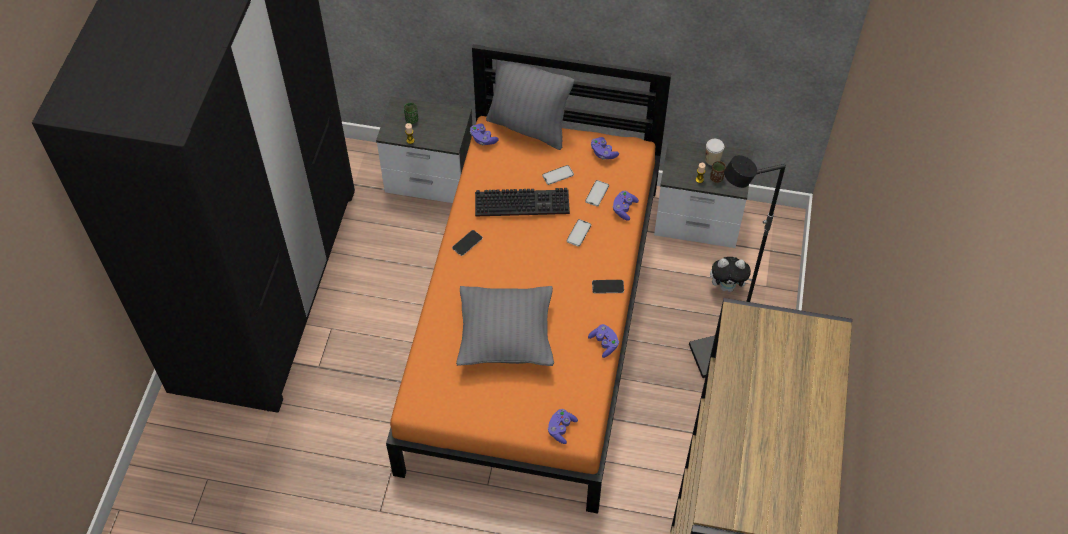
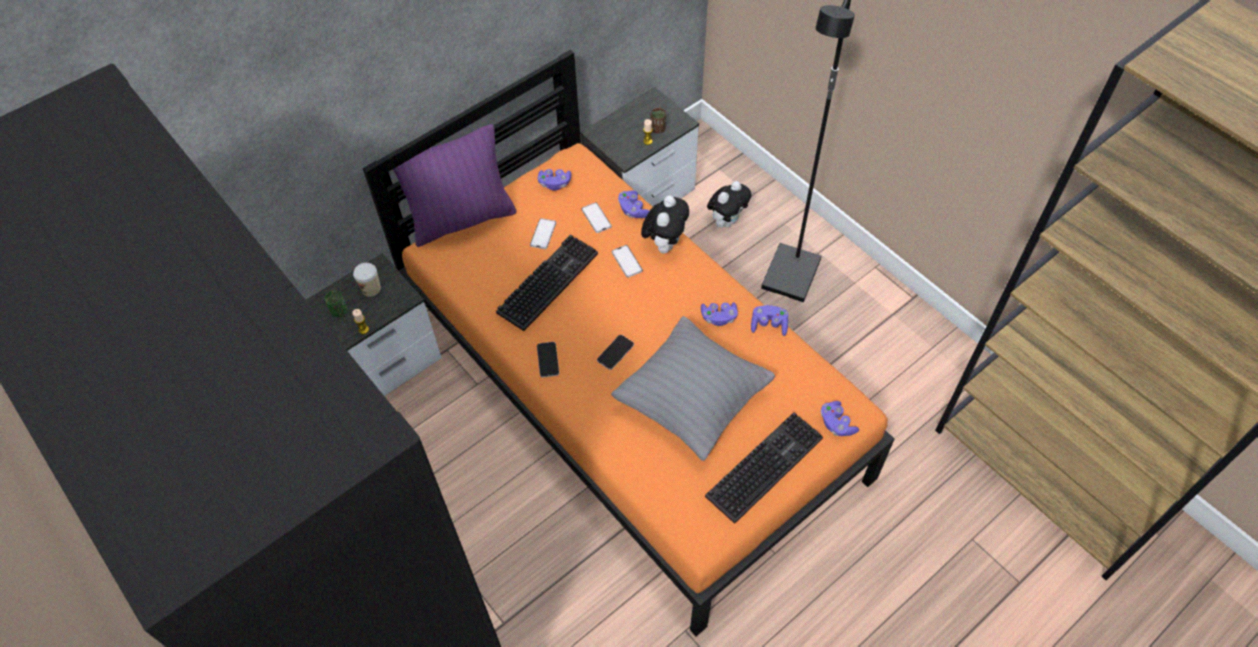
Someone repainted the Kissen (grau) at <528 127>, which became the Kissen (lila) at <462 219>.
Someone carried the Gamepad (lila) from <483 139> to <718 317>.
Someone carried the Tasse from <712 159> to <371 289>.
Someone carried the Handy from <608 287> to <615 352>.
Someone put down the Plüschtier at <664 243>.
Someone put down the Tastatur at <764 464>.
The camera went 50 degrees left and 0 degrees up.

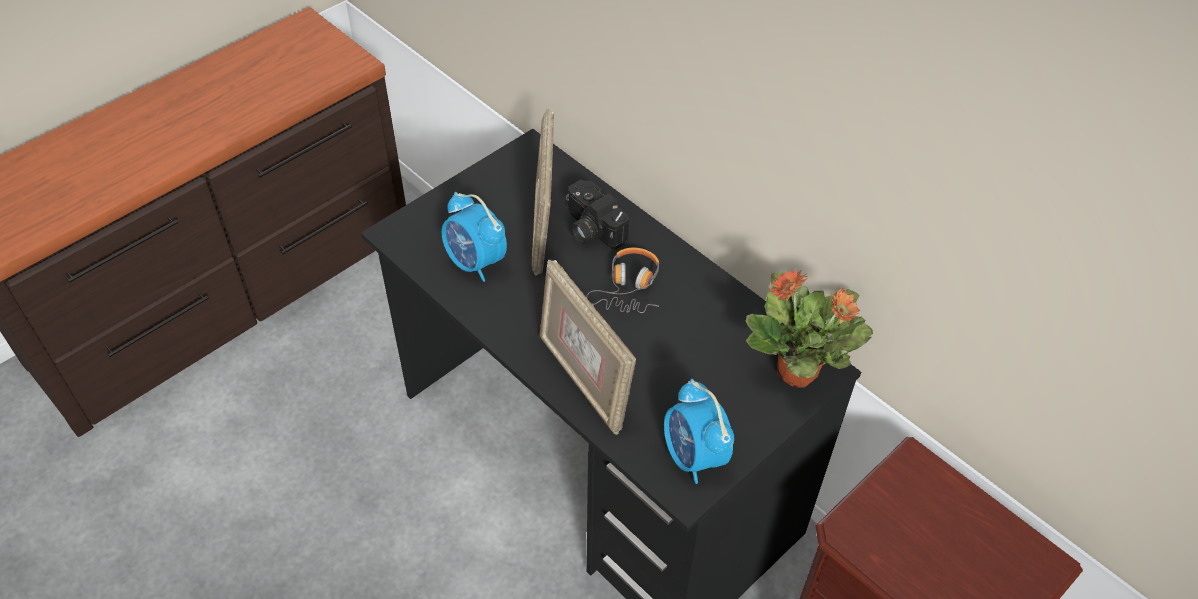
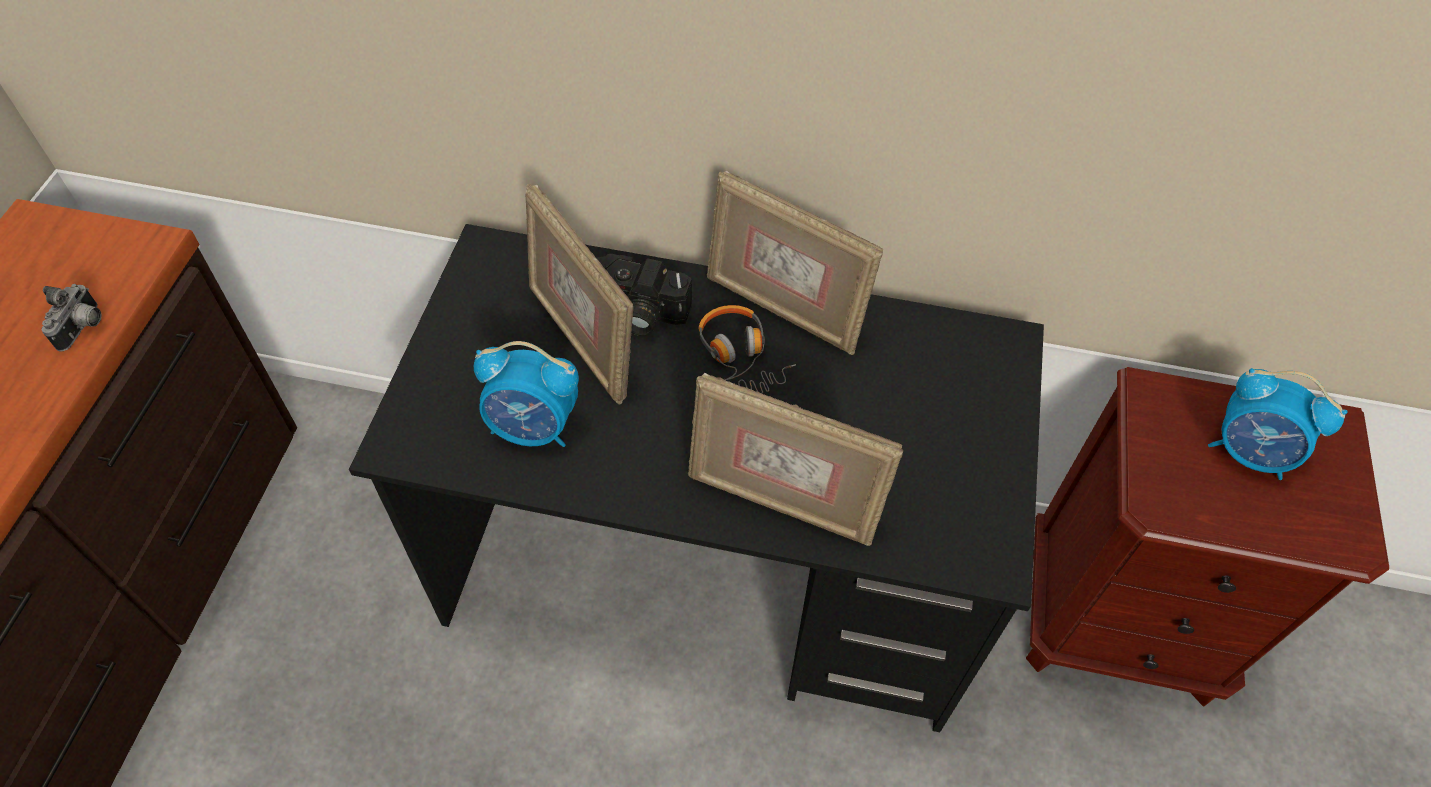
Someone took away the Topfpflanze at <798 372>.
Someone carried the Wecker from <694 456> to <1249 453>.
Someone put down the Bilderrahmen at <783 310>.
Someone put down the Kamera at <84 328>.
The camera went 35 degrees left and 5 degrees up.

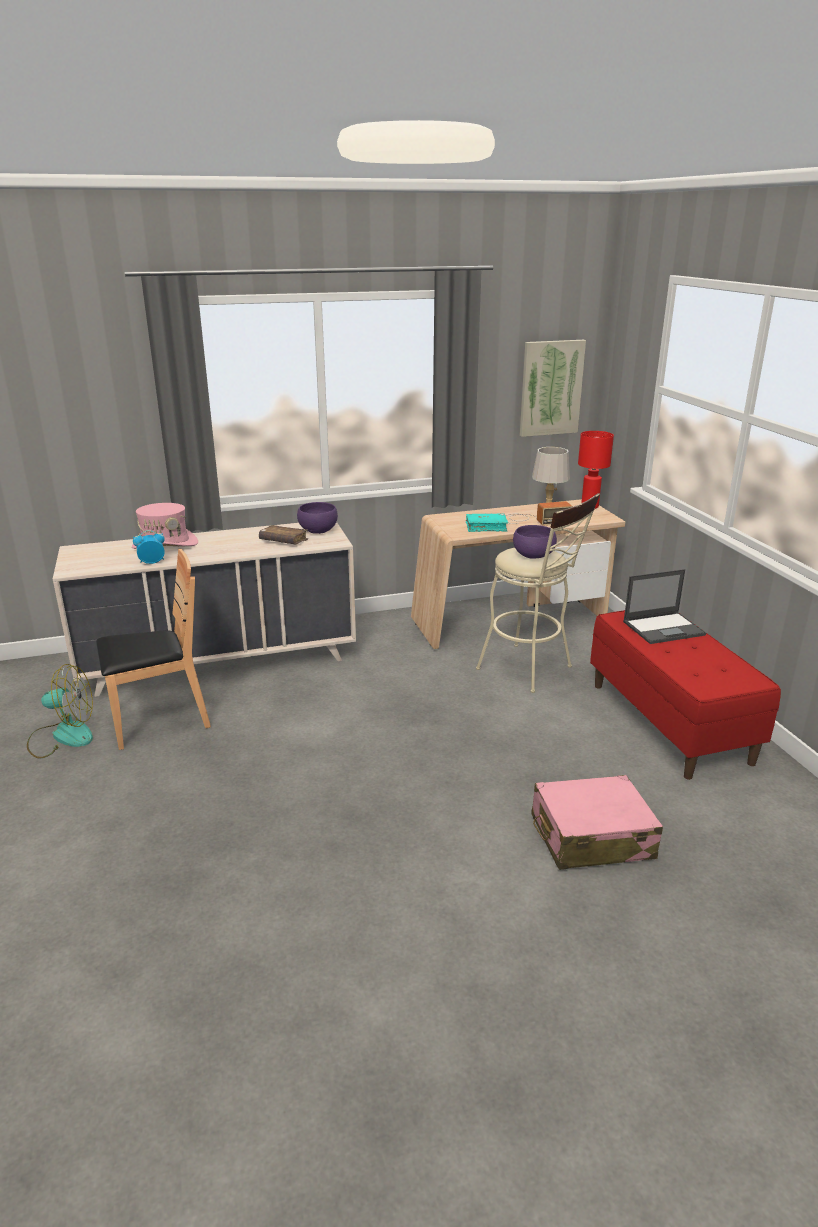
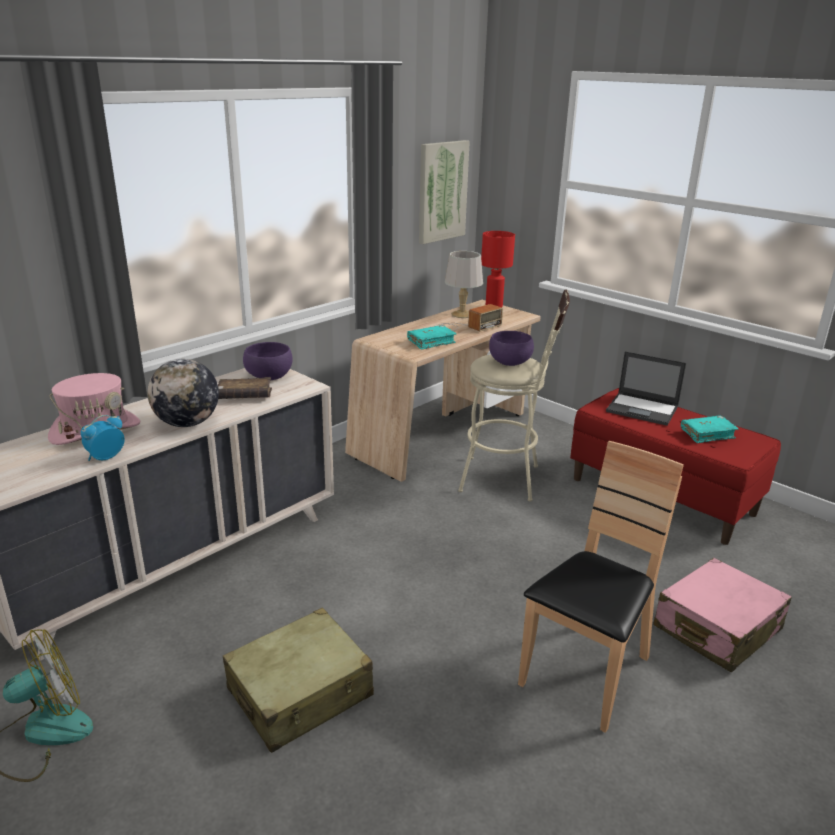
Someone carried the Stuhl (braun) from <159 722> to <586 673>.
Someone rotated the Laptop at <664 628> by 75 degrees clockwise.
Someone put down the Globus at <187 423>.
Someone put down the Buch (türkis) at <707 434>.
Someone put down the Koffer (beige) at <300 693>.
The camera went 30 degrees left and 0 degrees up.

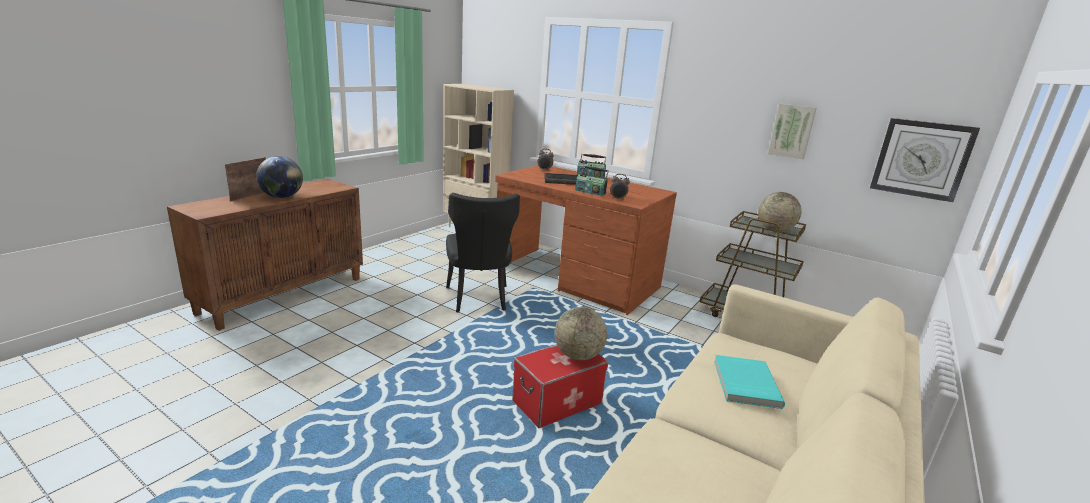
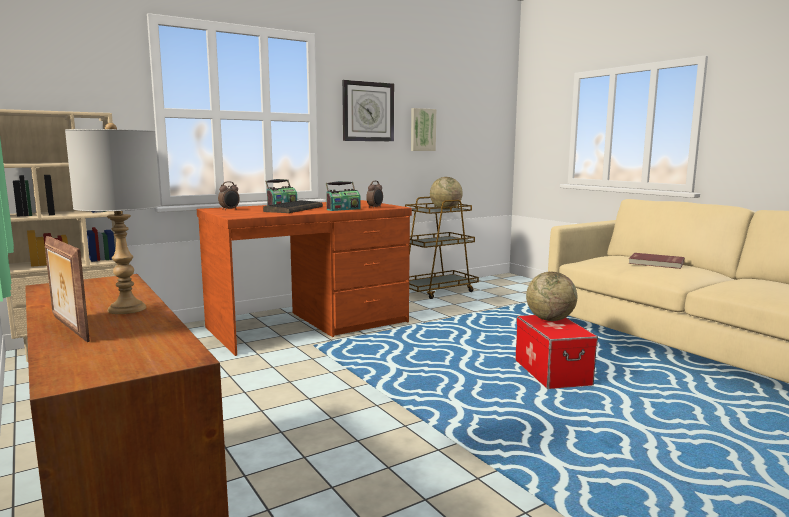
Someone carried the Wanduhr from <921 159> to <368 111>.
Someone swapped the Globus at <282 197> for the Tischlampe (grau) at <126 309>.
Someone took away the Stuhl (schwarz) at <478 299>.
Someone repainted the Buch (türkis) at <744 383>, which became the Buch (rot) at <656 263>.
The camera went 65 degrees left and 10 degrees down.

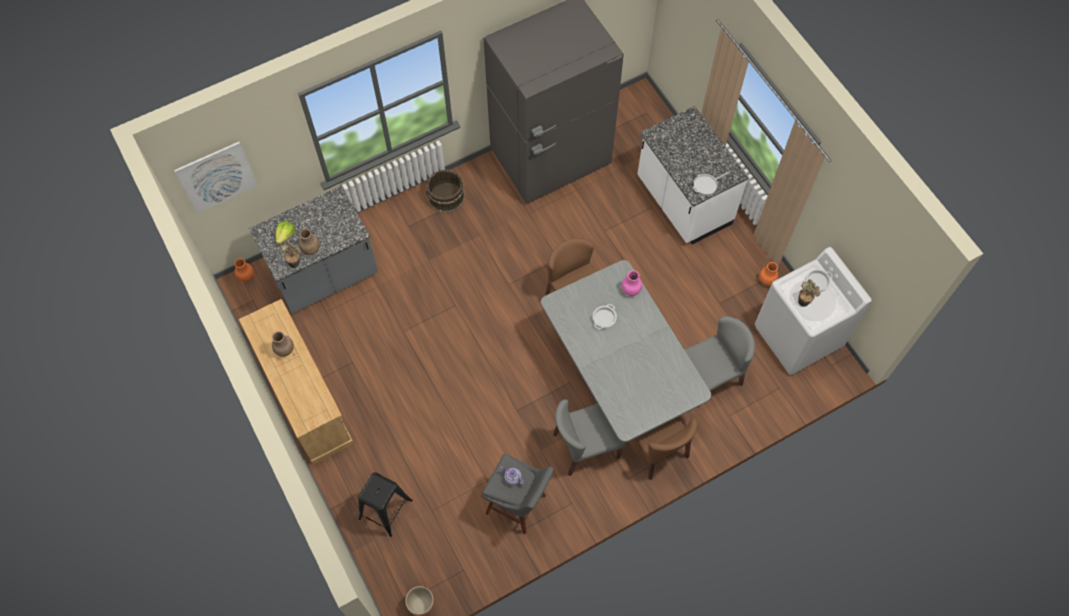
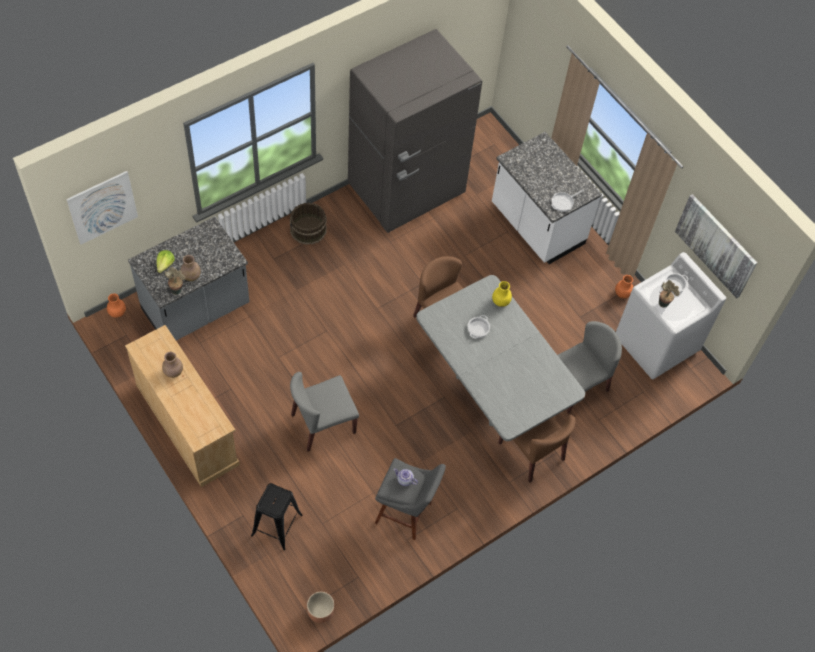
Someone repainted the Vase (rosa) at <630 290>, which became the Vase (gelb) at <500 302>.
Someone carried the Stuhl (grau) from <585 446> to <323 424>.
Someone put up the Bild at <716 245>.
The camera went 10 degrees left and 5 degrees down.

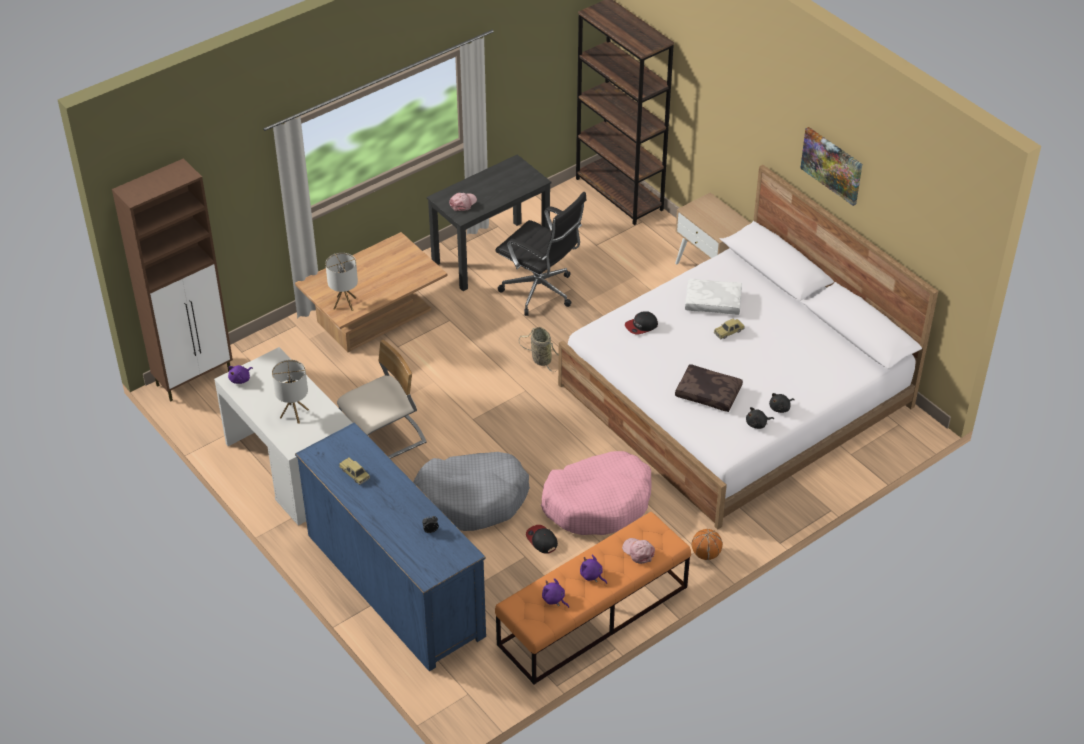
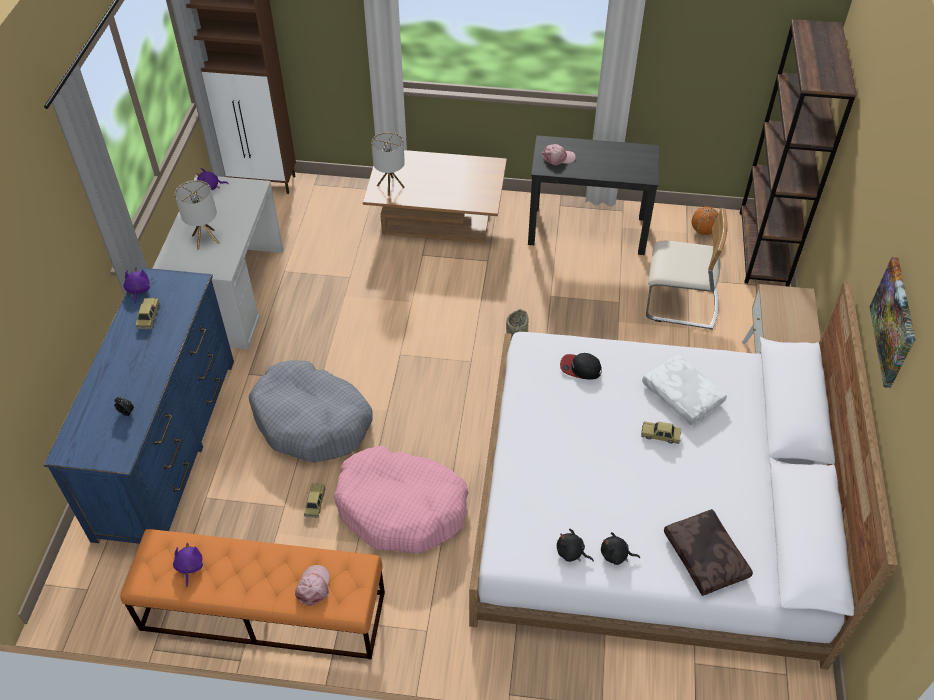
Someone took away the Bürostuhl (schwarz) at <541 293>.
Someone carried the Stuhl (beige) from <385 439> to <680 304>.
Someone carried the Kissen (braun) from <709 393> to <706 557>.
Someone swapped the Kappe at <541 540> for the Spielzeugauto at <315 503>.
Someone carried the Basketball from <706 554> to <703 231>.
Someone carried the Plüschtier (lila) from <592 575> to <138 290>.
The camera went 45 degrees right and 5 degrees up.

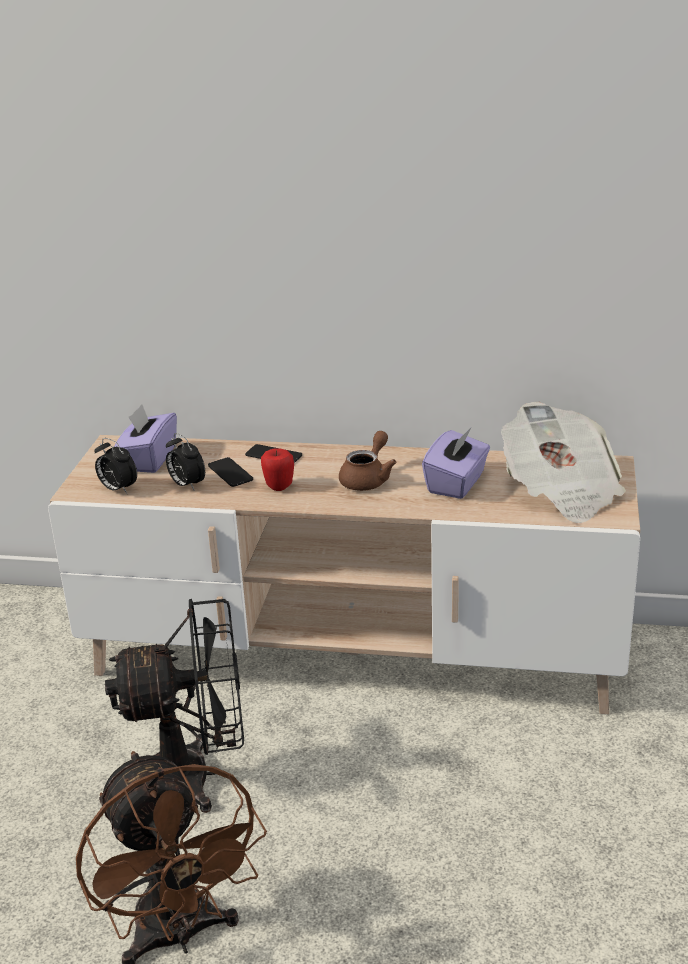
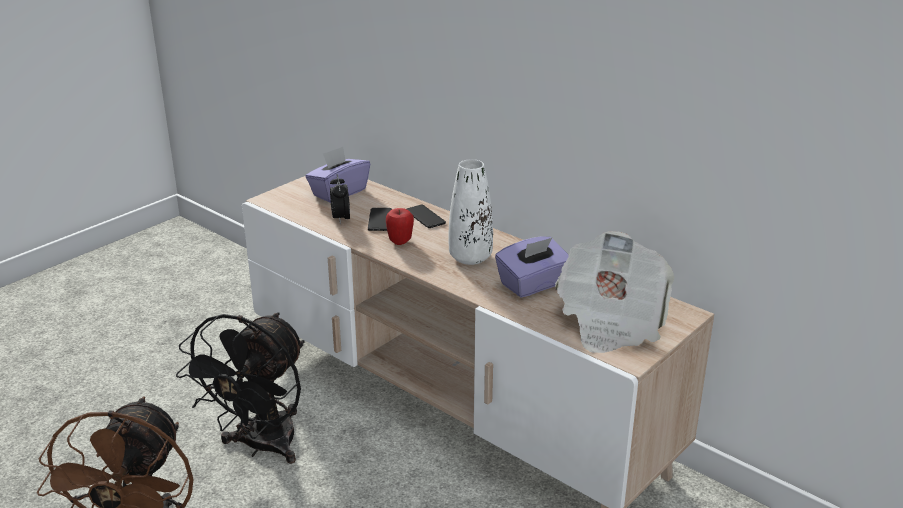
Someone swapped the Teekanne (braun) at <368 479> for the Vase (weiß) at <470 257>.
Someone took away the Wecker at <118 489>.
Someone rotated the Ventilator (schwarz) at <196 776> by 90 degrees clockwise.
The camera went 30 degrees right and 0 degrees up.

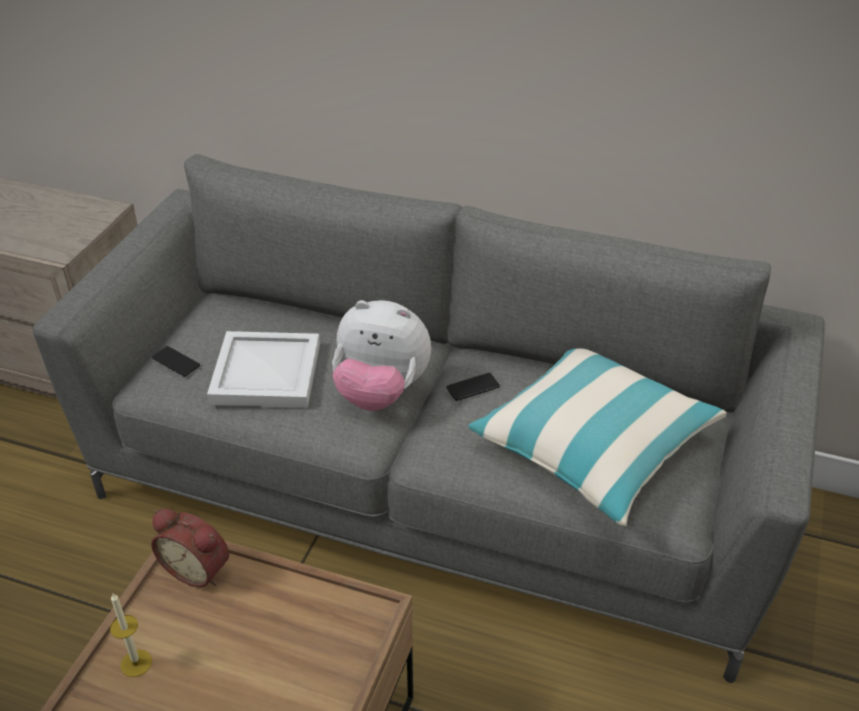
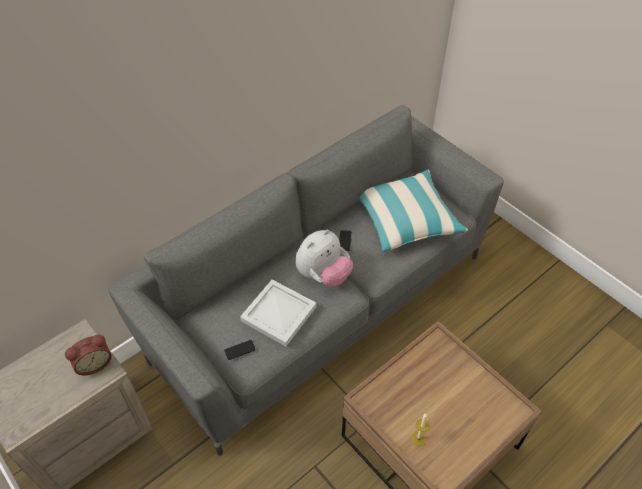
Someone carried the Wecker from <198 568> to <94 363>.
The camera went 60 degrees left and 10 degrees up.

